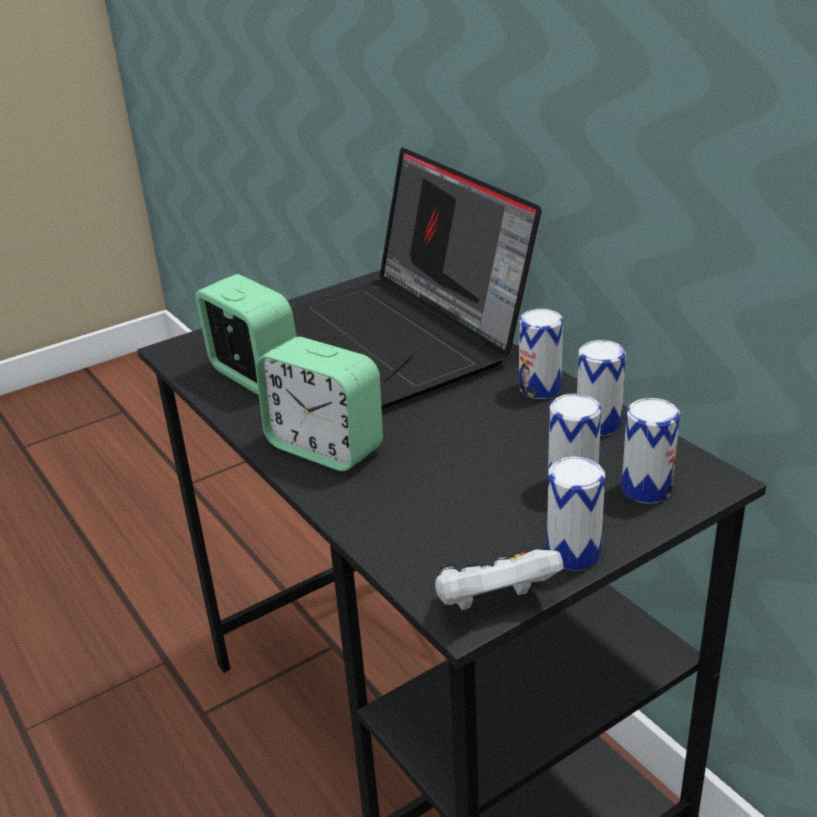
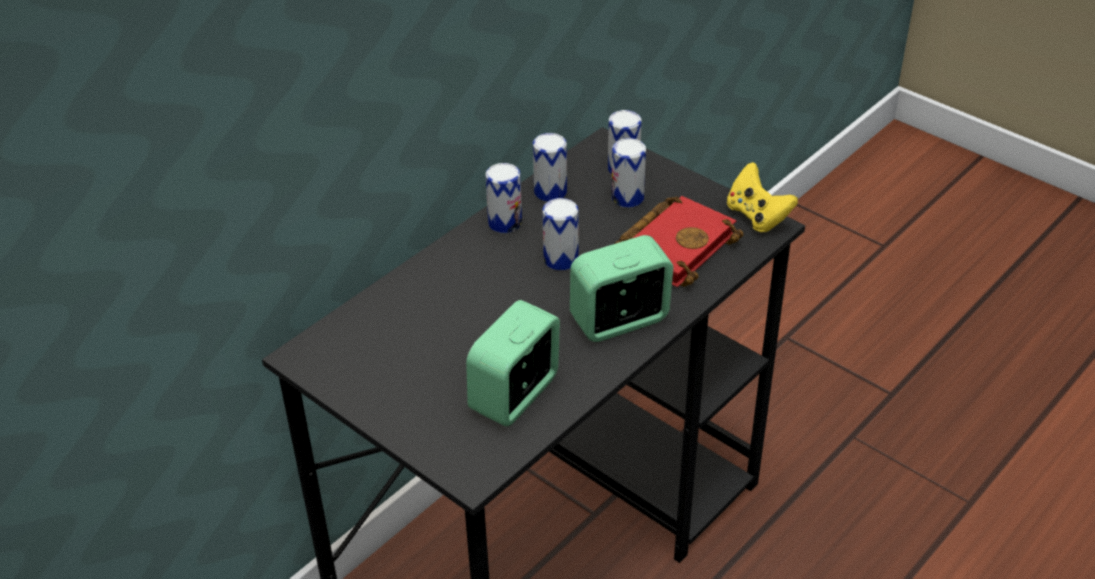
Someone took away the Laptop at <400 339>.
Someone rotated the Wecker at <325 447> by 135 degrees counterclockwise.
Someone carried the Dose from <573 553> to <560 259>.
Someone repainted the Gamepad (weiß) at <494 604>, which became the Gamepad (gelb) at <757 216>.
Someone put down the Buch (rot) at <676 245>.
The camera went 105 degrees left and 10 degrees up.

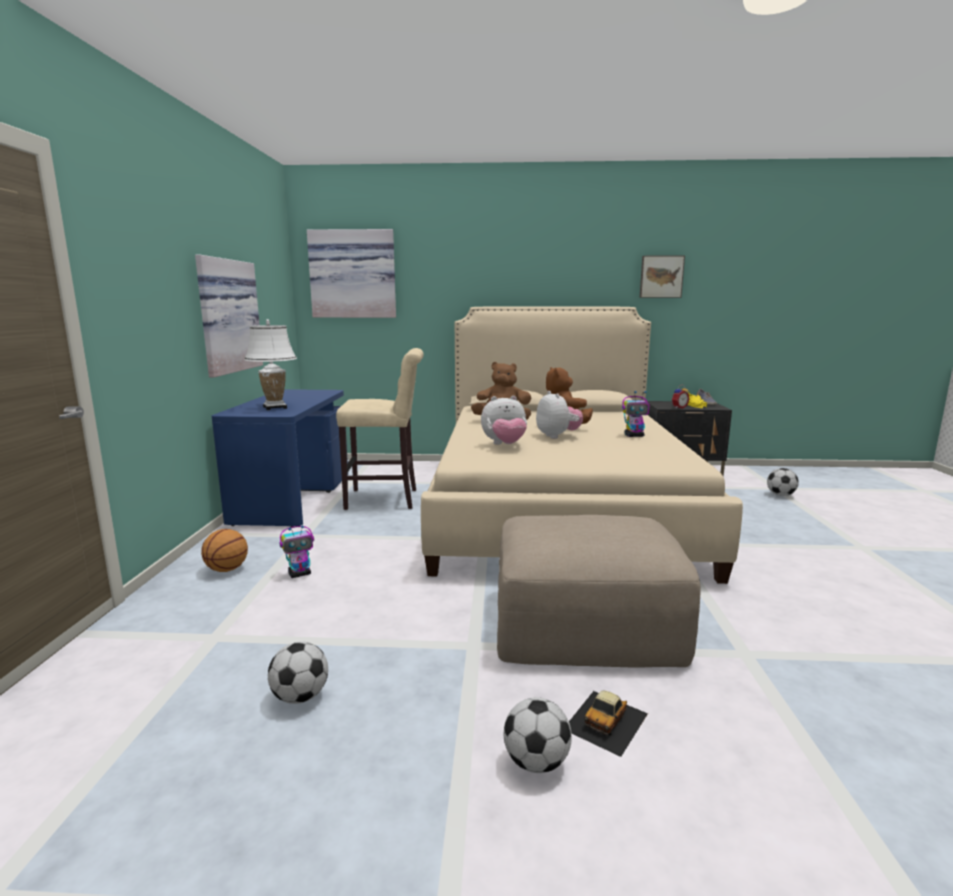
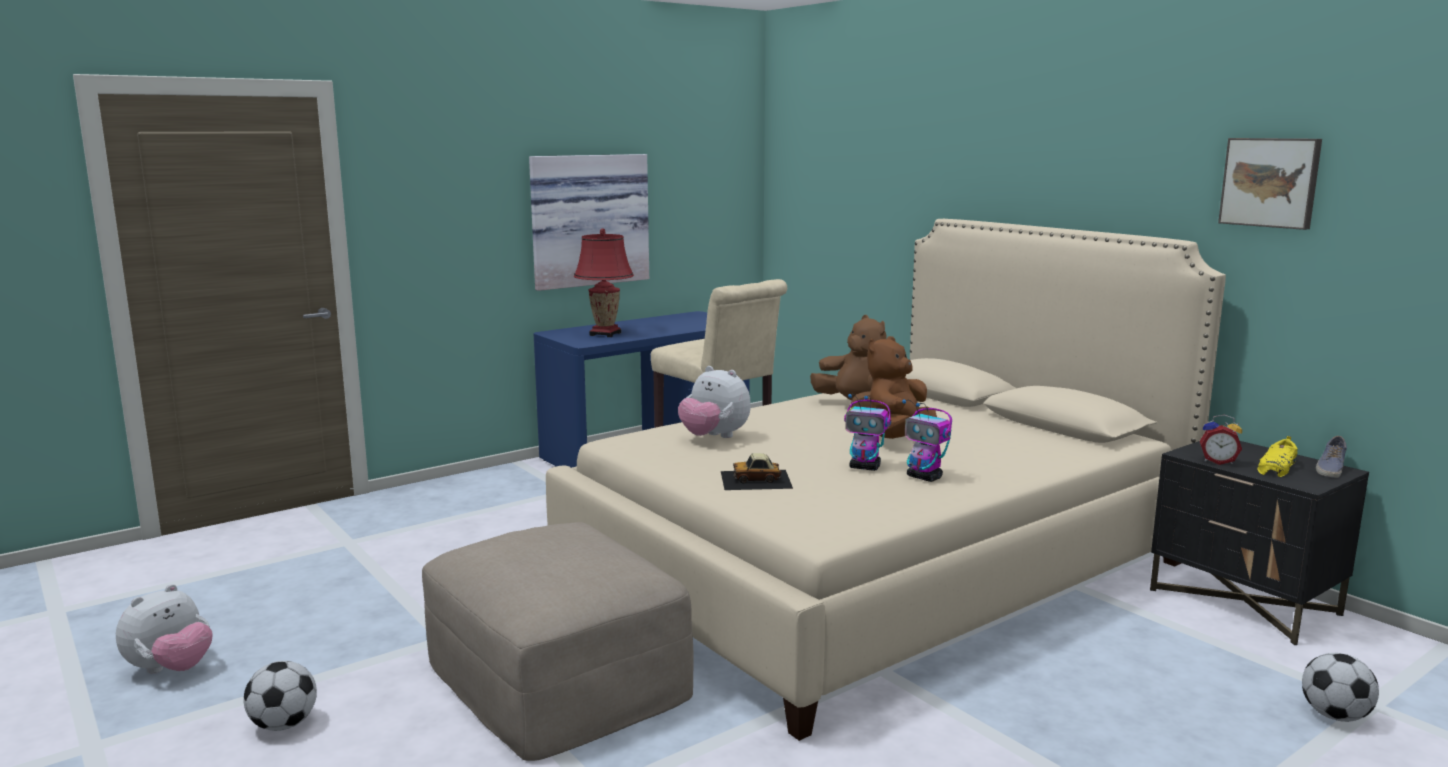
Someone took away the Bild at <353 274>.
Someone repainted the Tischlampe (weiß) at <275 407>, which became the Tischlampe (rot) at <605 334>.
Someone carried the Plüschtier from <557 436> to <171 669>.
Someone carried the Spielzeugroboter from <300 574> to <865 467>.
Someone took away the Basketball at <227 570>.
Someone took away the Fußball at <300 697>.
Someone carried the Spielzeugauto from <606 721> to <756 479>.
The camera went 50 degrees right and 0 degrees up.

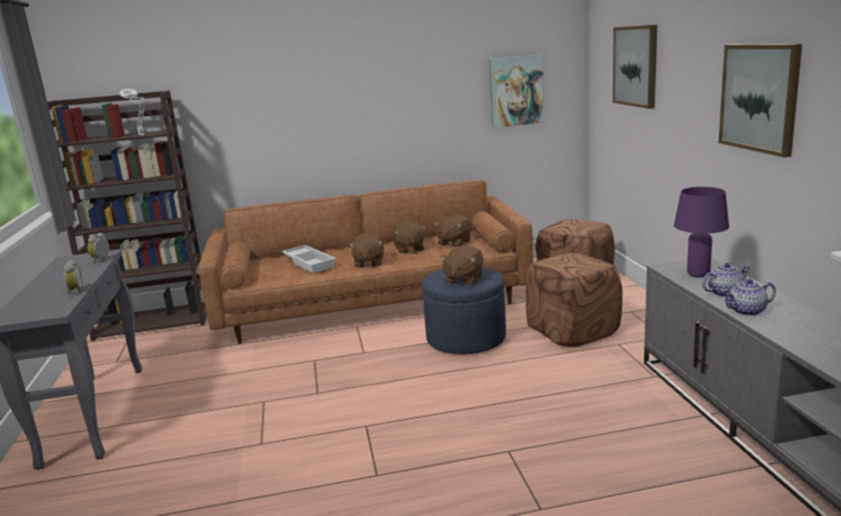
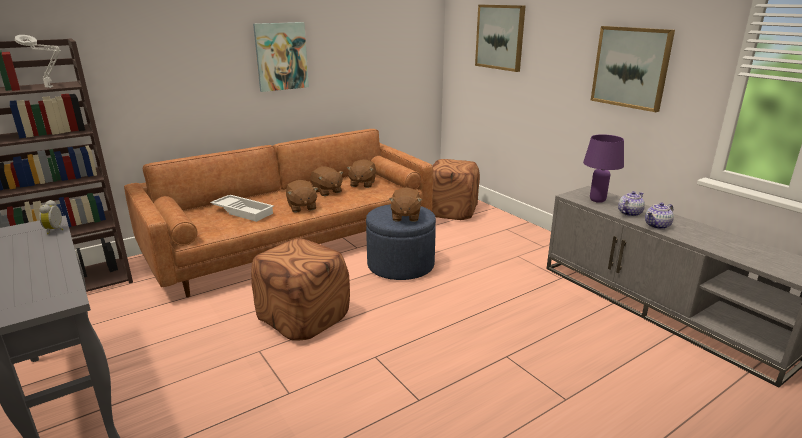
Someone carried the Bild from <516 91> to <281 56>.
Someone carried the Polsterhocker (braun) from <572 330> to <303 317>.
Someone took away the Wecker at <75 292>.
The camera went 25 degrees left and 5 degrees up.

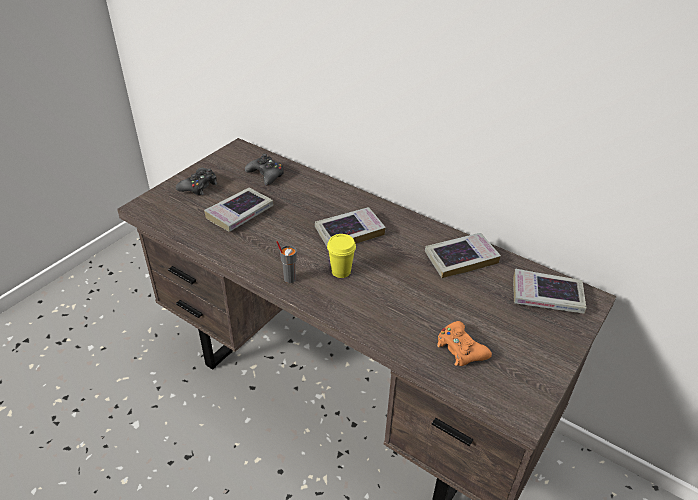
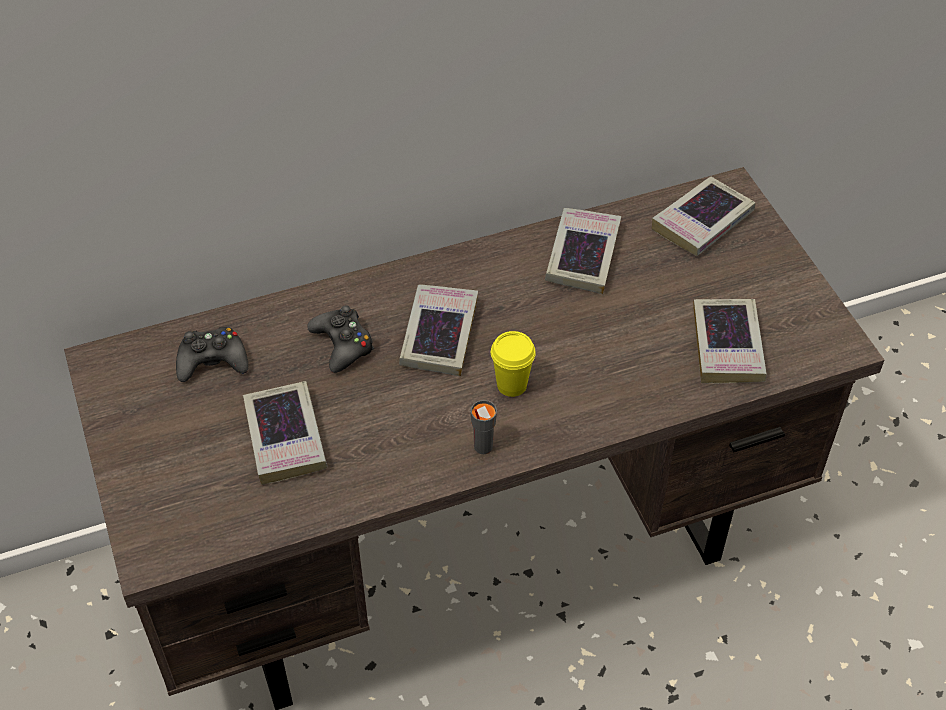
Someone carried the Gamepad (schwarz) from <199 186> to <343 344>.
Someone swapped the Gamepad (orange) at <460 349> for the Buch at <727 346>.
The camera went 55 degrees left and 10 degrees up.

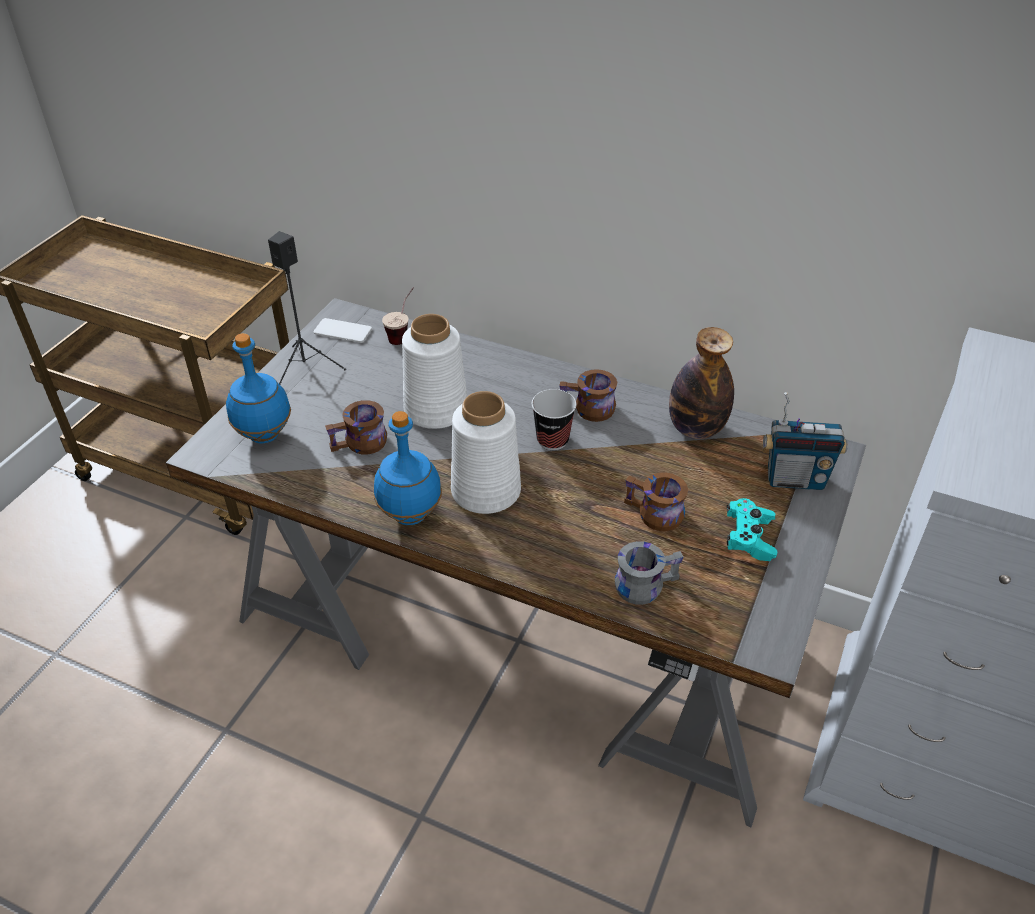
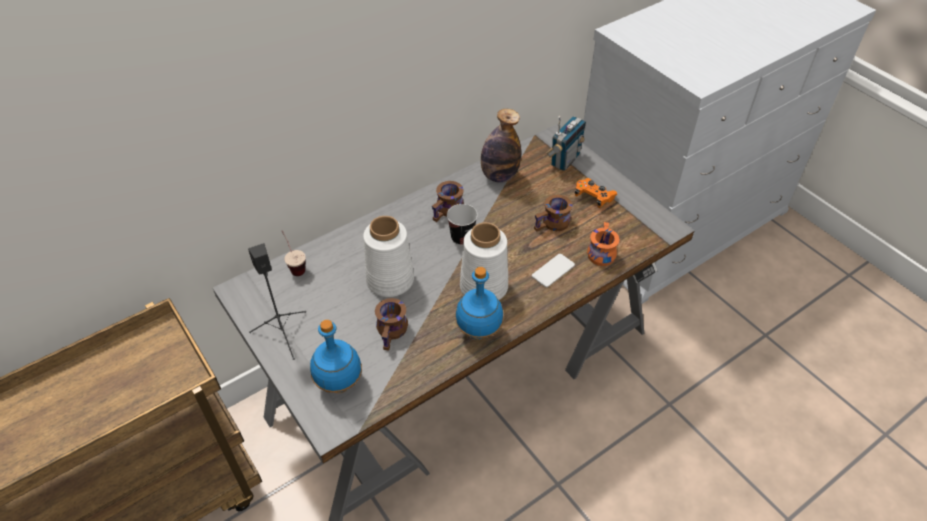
Someone carried the Handy from <343 331> to <553 271>.
Someone repainted the Gamepad (türkis) at <749 538>, which became the Gamepad (orange) at <593 197>.
Someone repainted the Henkelbecher (grau) at <643 582>, which became the Henkelbecher (orange) at <599 252>.
The camera went 60 degrees left and 5 degrees up.

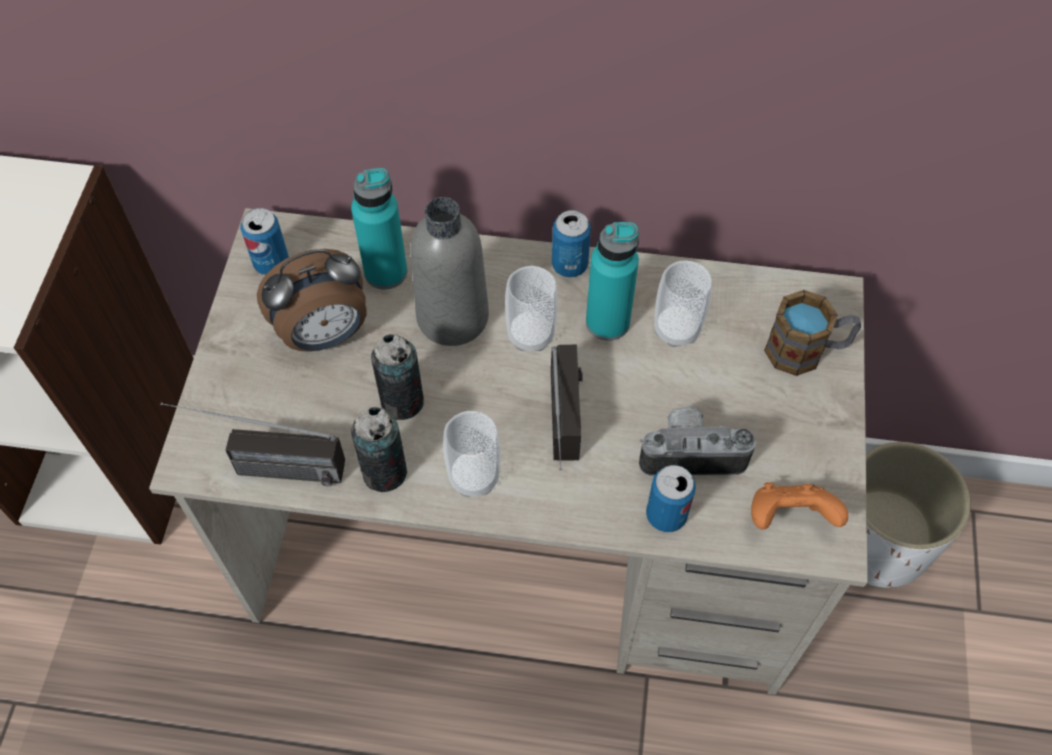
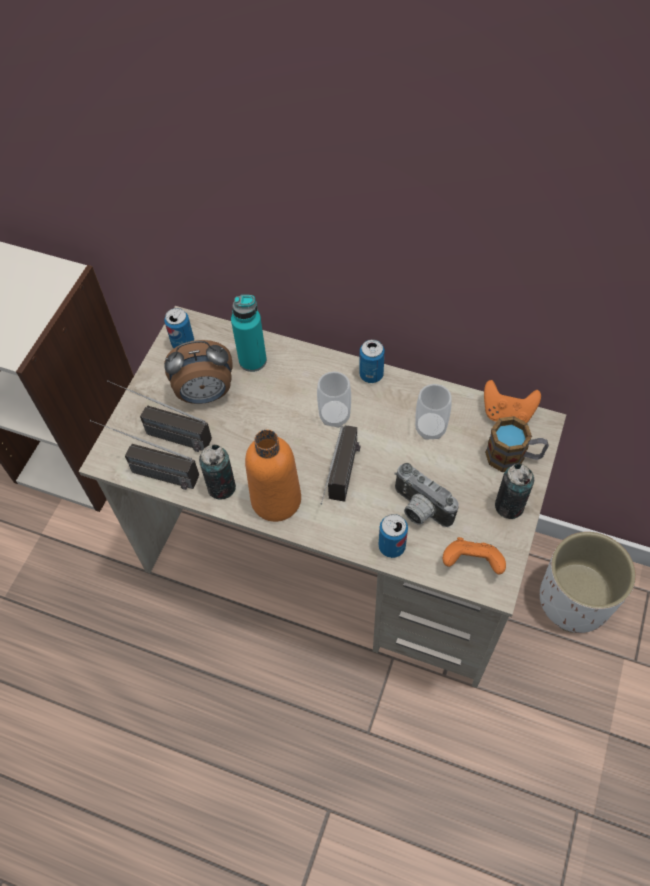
Someone took away the Flasche (grau) at <452 317>.
Someone took away the Flasche (türkis) at <607 322>.
Someone carried the Dose from <402 402> to <509 506>.
Someone rotated the Kamera at <691 452> by 150 degrees counterclockwise.
Someone swapped the Tasse at <474 476> for the Flasche (orange) at <276 500>.
Someone put down the Gamepad (orange) at <507 413>.
Someone put down the Radio at <162 433>.
The camera went 15 degrees right and 0 degrees up.

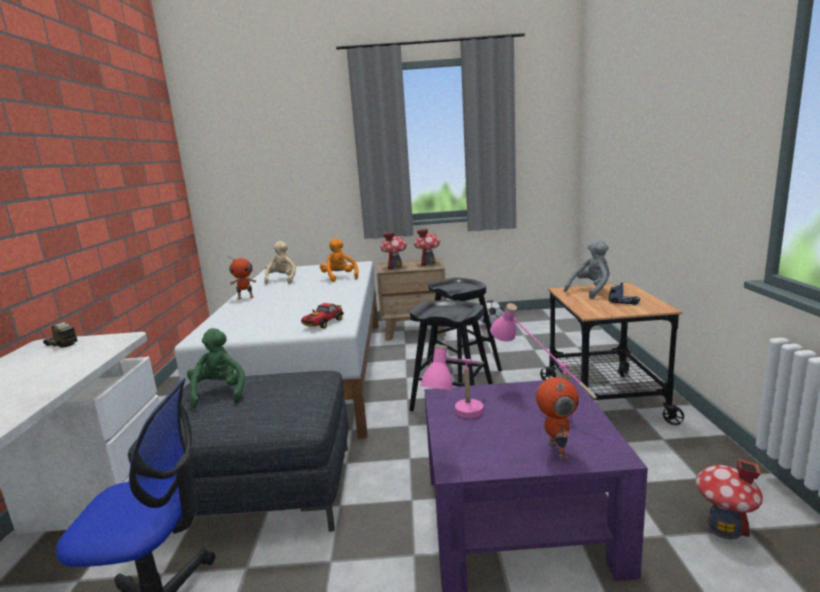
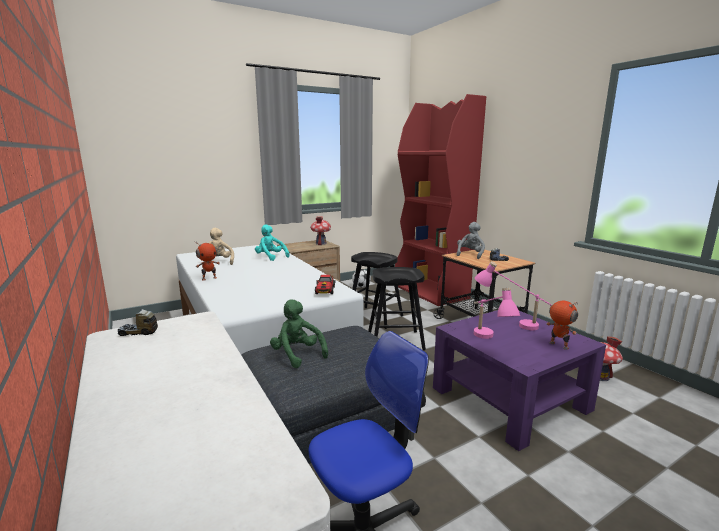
Someone took away the Spielzeughaus at <395 267>.
Someone repainted the Plüschtier (orange) at <339 278>, which became the Plüschtier (türkis) at <270 257>.
Someone put down the Bücherregal (rot) at <431 292>.
The camera went 30 degrees left and 0 degrees up.

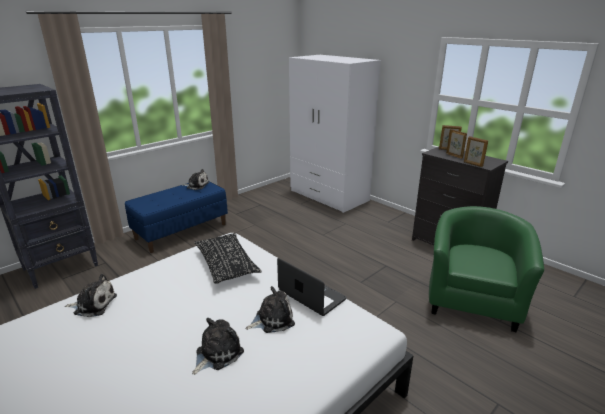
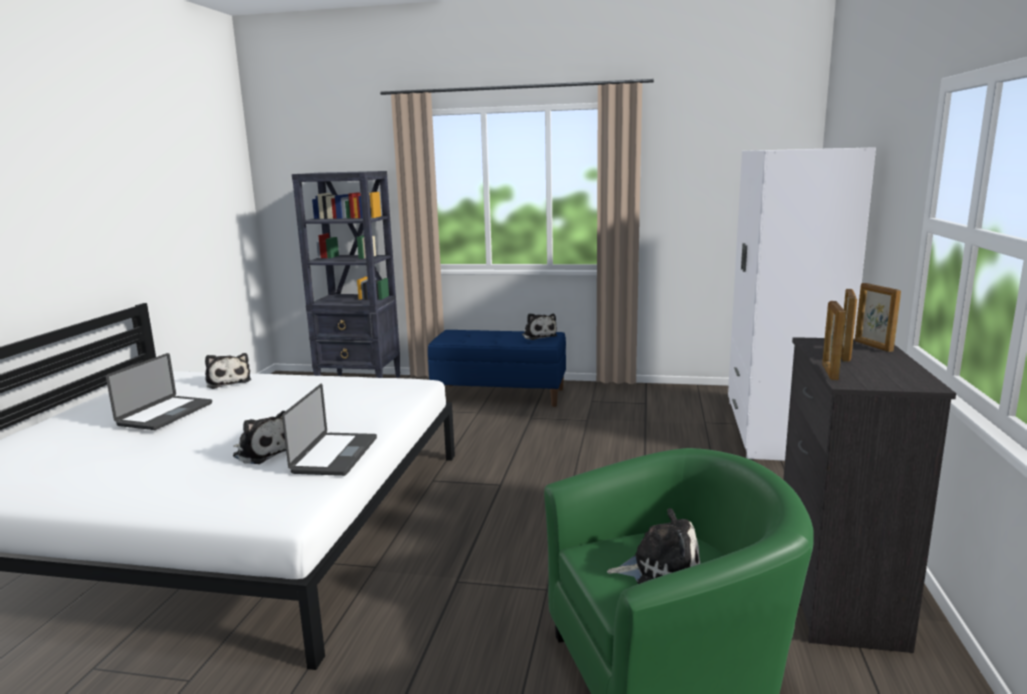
Someone took away the Kissen (schwarz) at <226 265>.
Someone carried the Plüschtier from <217 353> to <660 570>.
Someone put down the Laptop at <166 414>.
The camera went 55 degrees right and 10 degrees down.

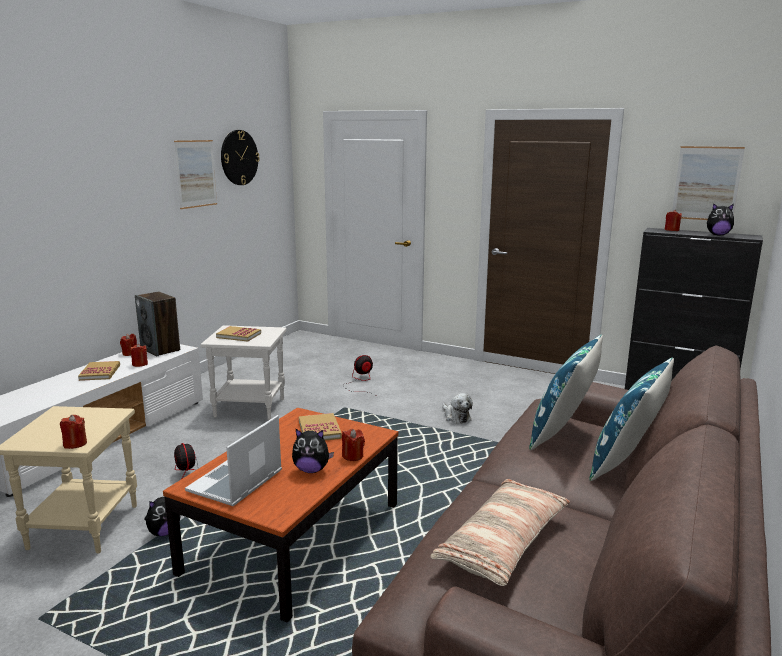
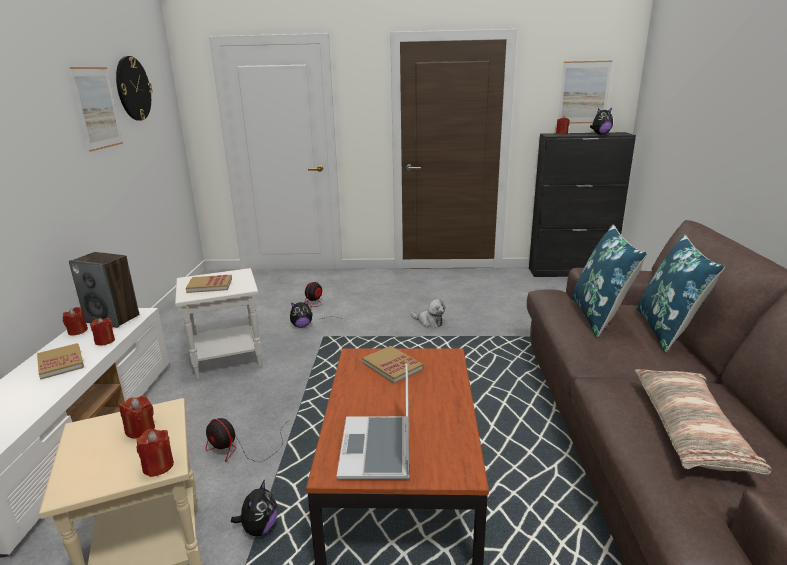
Someone carried the Plüschtier from <311 470> to <301 326>.
Someone carried the Kerze (rot) from <353 456> to <140 430>.
The camera went 25 degrees left and 5 degrees up.

